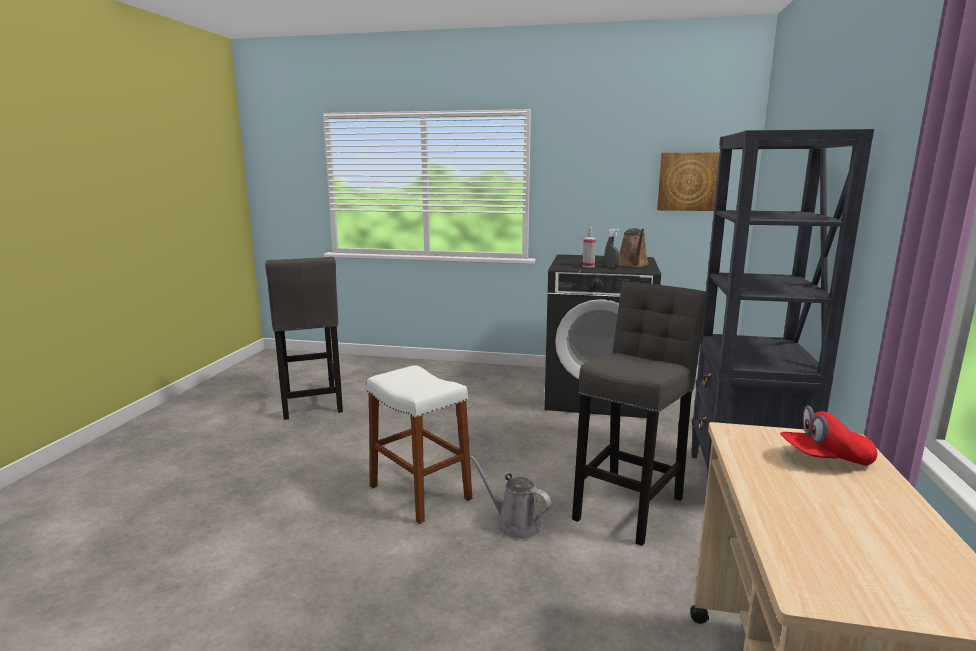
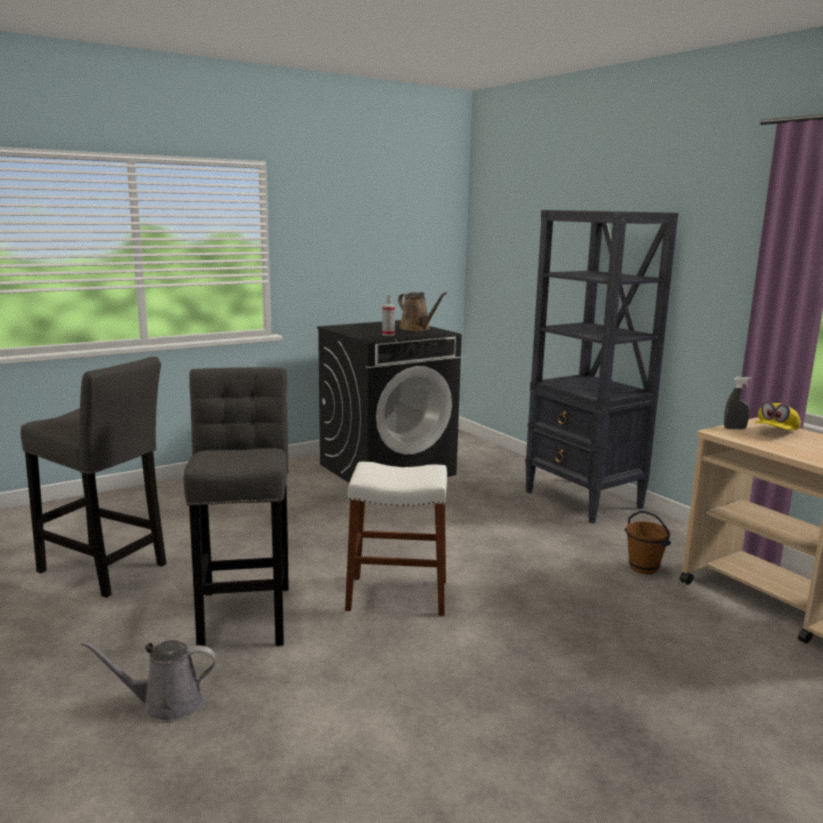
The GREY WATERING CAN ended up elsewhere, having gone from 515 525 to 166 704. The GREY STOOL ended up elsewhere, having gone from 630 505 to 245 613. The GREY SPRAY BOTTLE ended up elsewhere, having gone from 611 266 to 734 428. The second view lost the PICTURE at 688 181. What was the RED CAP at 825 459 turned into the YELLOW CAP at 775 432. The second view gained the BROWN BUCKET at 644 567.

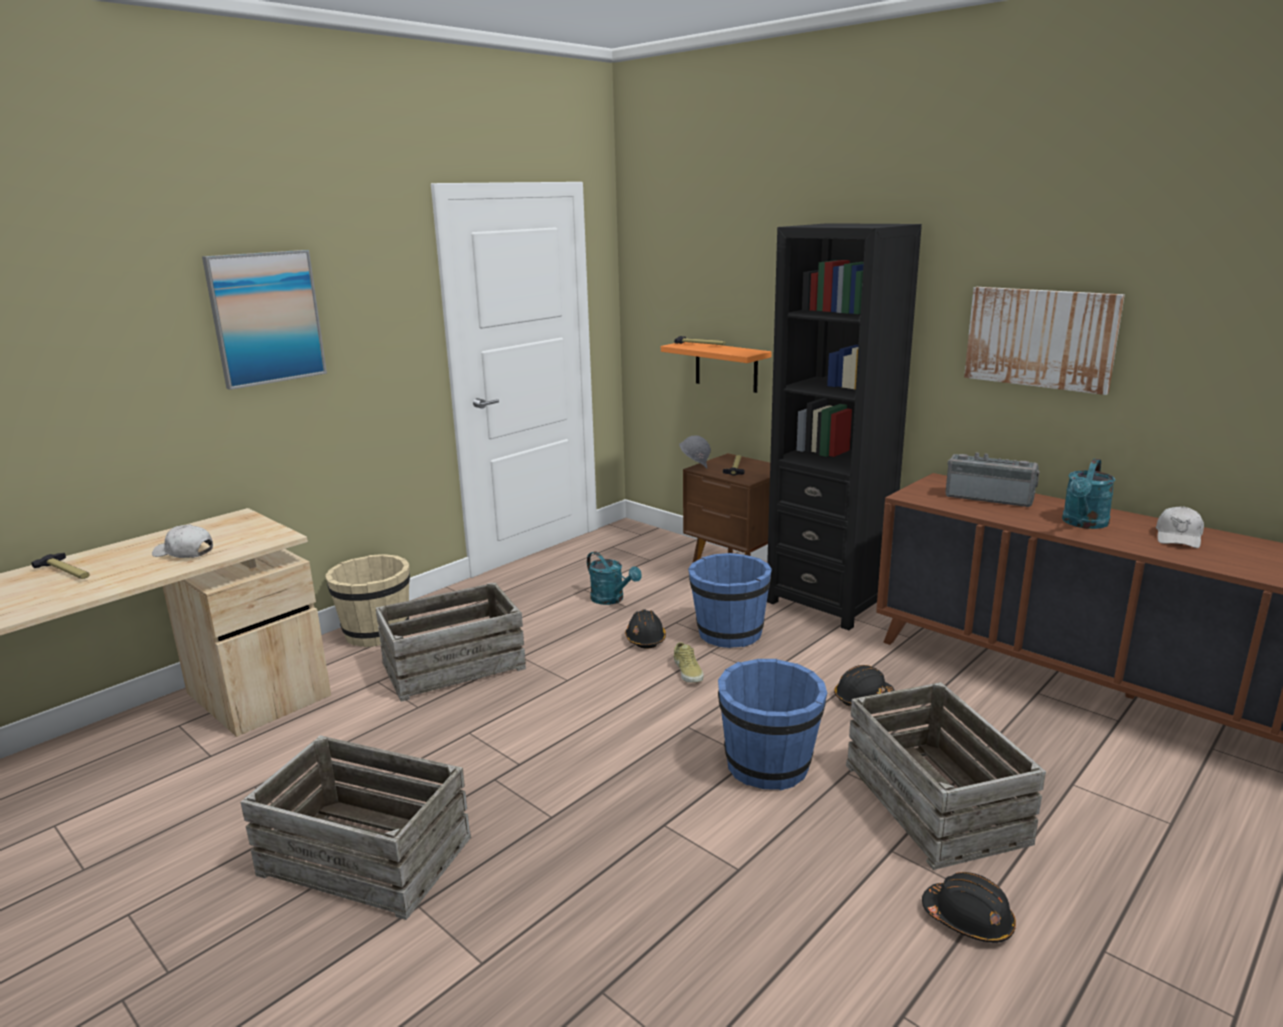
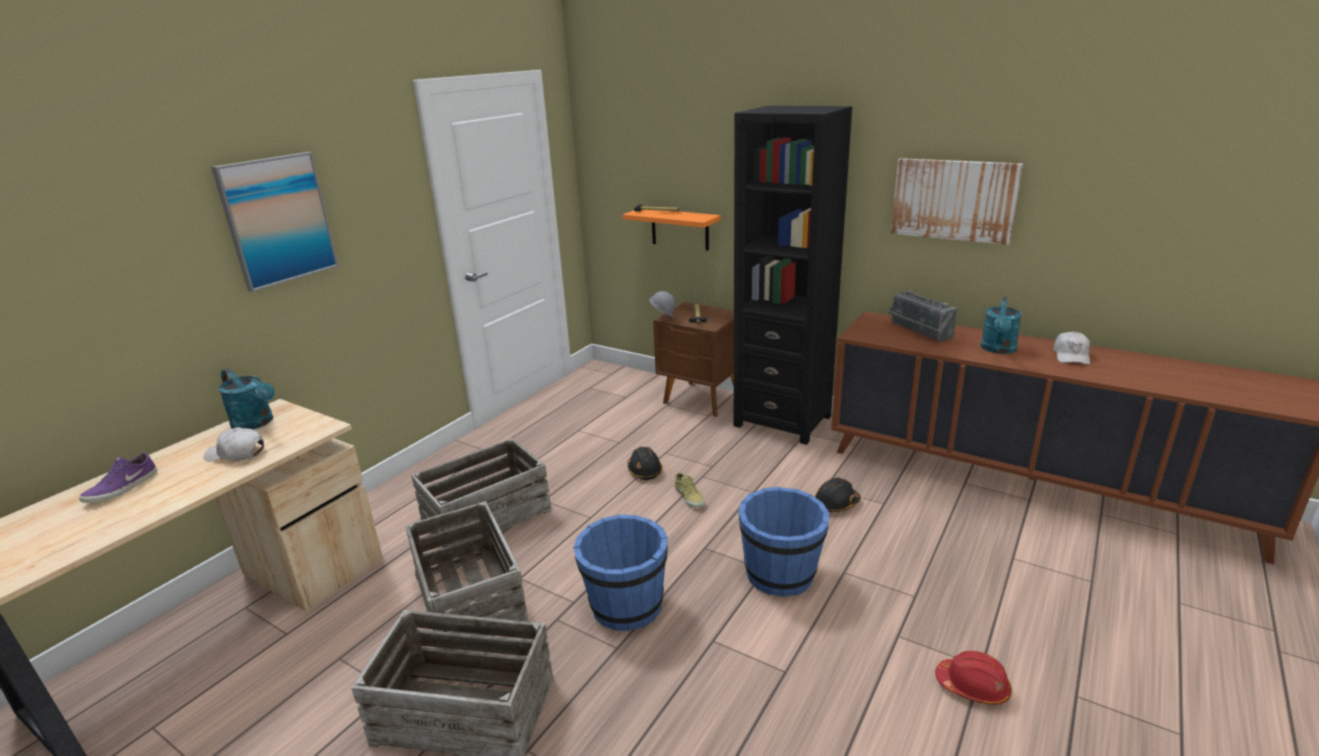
Where the HAMMER stood at 67 572, the PURPLE SHOE came to stand at 122 488. The second view lost the BEIGE BUCKET at 376 633. The TURQUOISE WATERING CAN ended up elsewhere, having gone from 612 599 to 256 423. The BLUE BUCKET ended up elsewhere, having gone from 729 633 to 625 606. The CRATE ended up elsewhere, having gone from 935 802 to 471 597. What was the BLACK HARD HAT at 968 919 turned into the RED HARD HAT at 973 686. The RADIO at 989 497 ended up facing another way, 135 degrees counterclockwise from before.

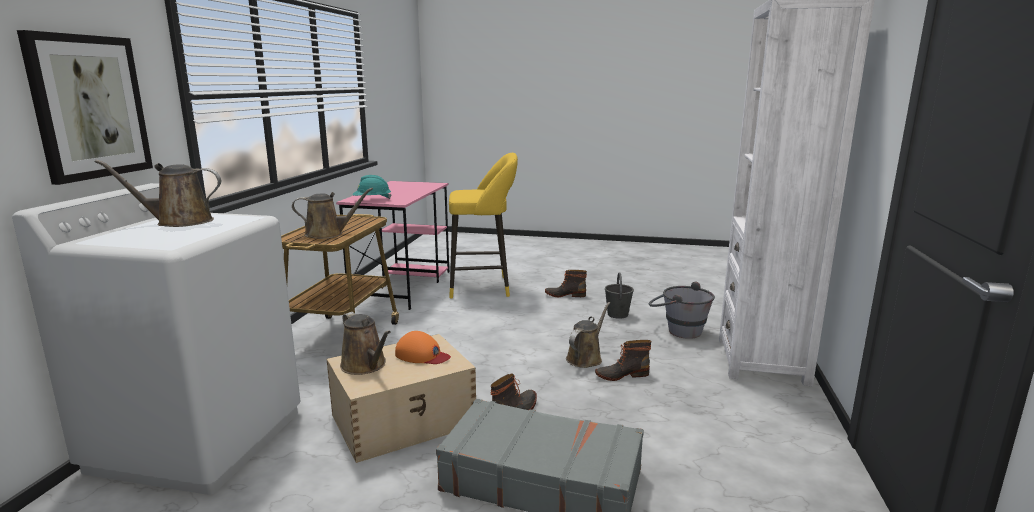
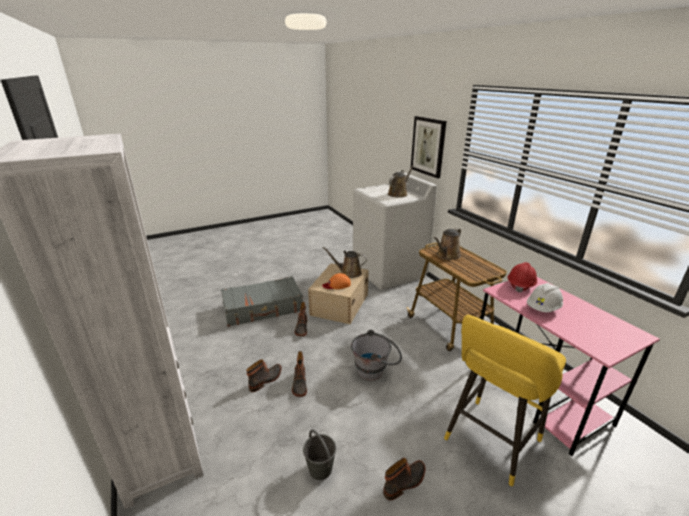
What was the TURQUOISE HARD HAT at 372 200 turned into the RED HARD HAT at 520 285. Where the BROWN WATERING CAN stood at 585 358, the BOOT came to stand at 299 384. The GREY BUCKET ended up elsewhere, having gone from 677 330 to 376 370. The second view gained the WHITE HARD HAT at 543 308.

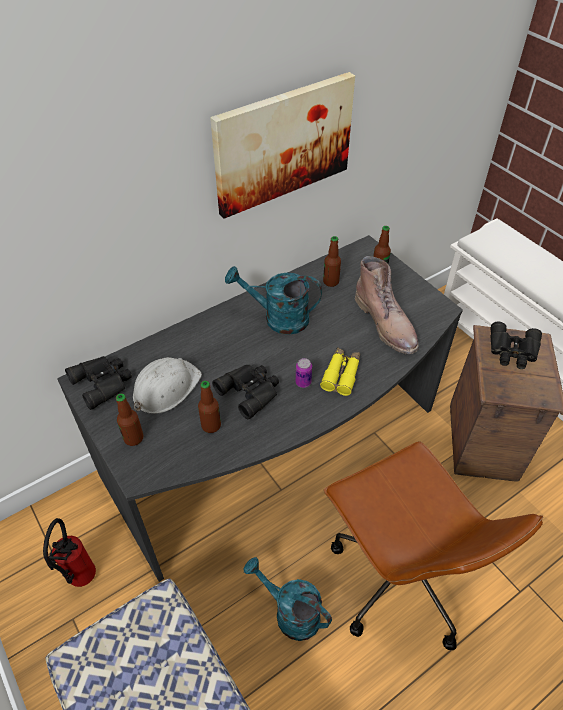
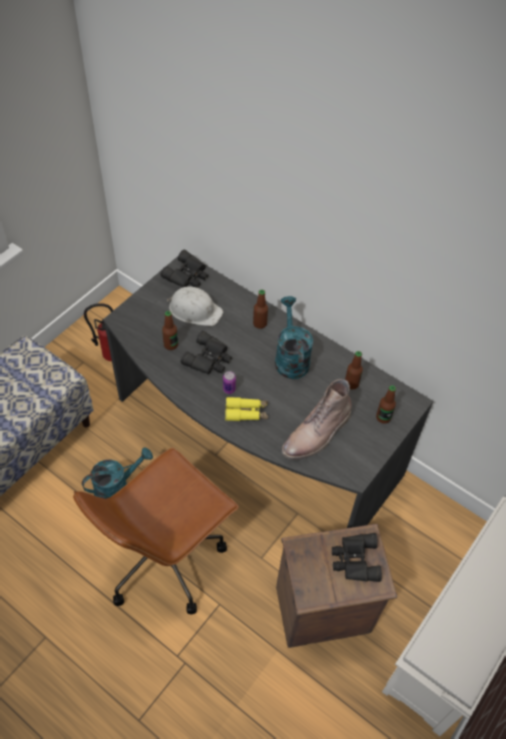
The BOTTLE ended up elsewhere, having gone from 133 438 to 260 324. The second view lost the PICTURE at 283 143. The TURQUOISE WATERING CAN at 290 612 ended up facing another way, 45 degrees clockwise from before.

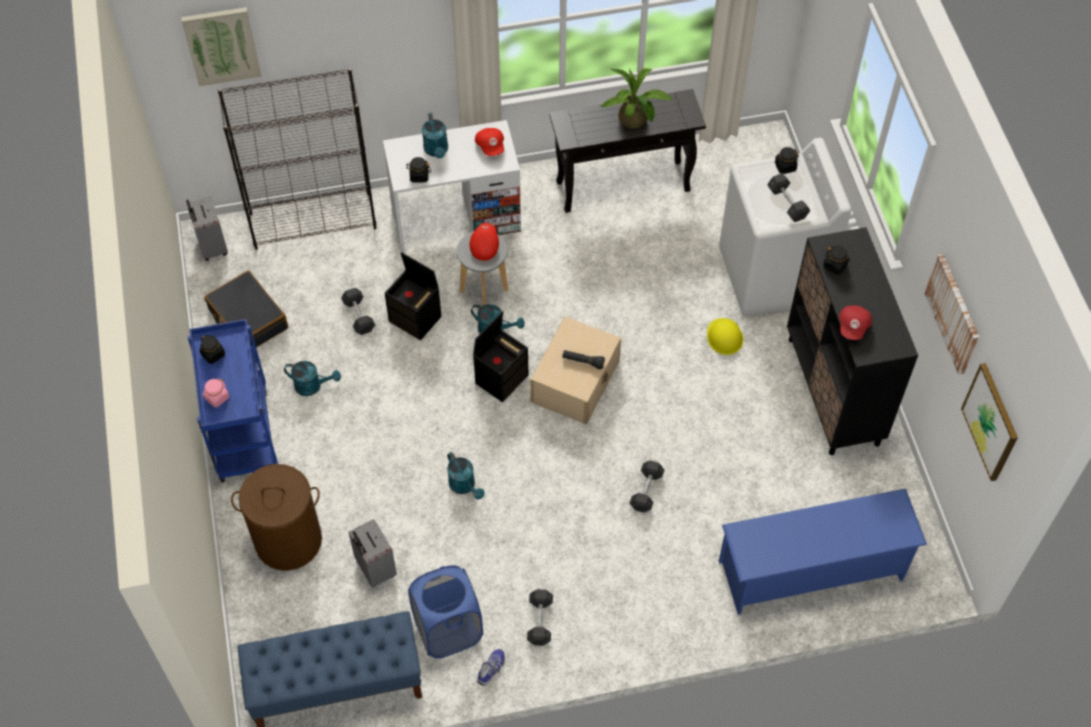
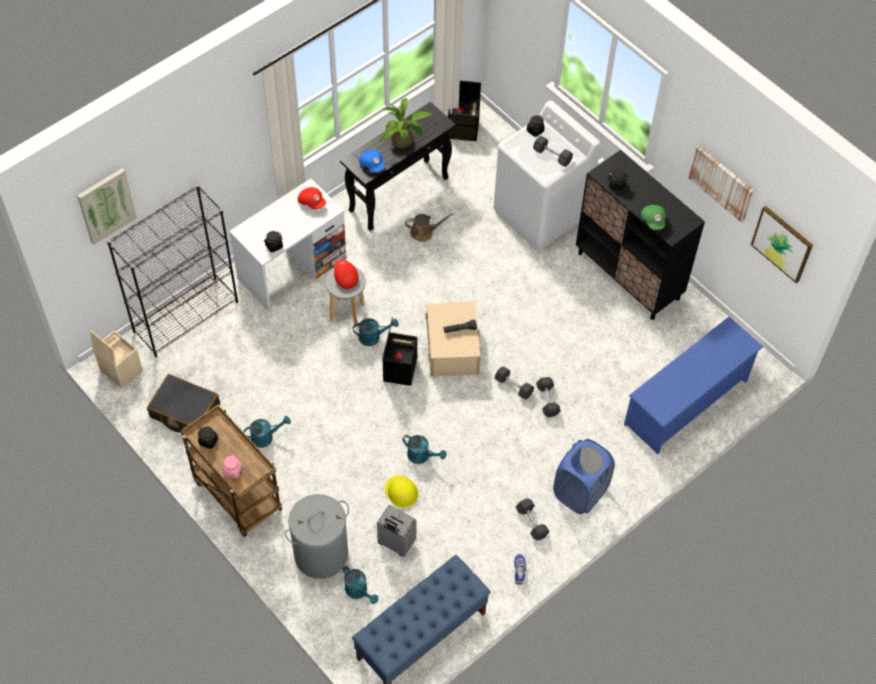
Where the GREY SUITCASE stood at 211 247, the BEIGE STORAGE BOX came to stand at 120 370. What was the BLUE CART at 242 433 turned into the BROWN CART at 236 494. What was the BROWN LAUNDRY BASKET at 288 540 turned into the GREY LAUNDRY BASKET at 321 553. The GREY DUMBBELL ended up elsewhere, having gone from 359 316 to 513 386. The BLACK STORAGE BOX ended up elsewhere, having gone from 416 319 to 463 129. The BLUE LAUNDRY BASKET ended up elsewhere, having gone from 448 630 to 580 492. The TURQUOISE WATERING CAN ended up elsewhere, having gone from 437 151 to 359 591. The YELLOW HARD HAT ended up elsewhere, having gone from 724 336 to 401 491. What was the RED CAP at 853 327 turned into the GREEN CAP at 653 220. The second view gained the BLUE CAP at 372 164. The second view gained the BROWN WATERING CAN at 424 232.

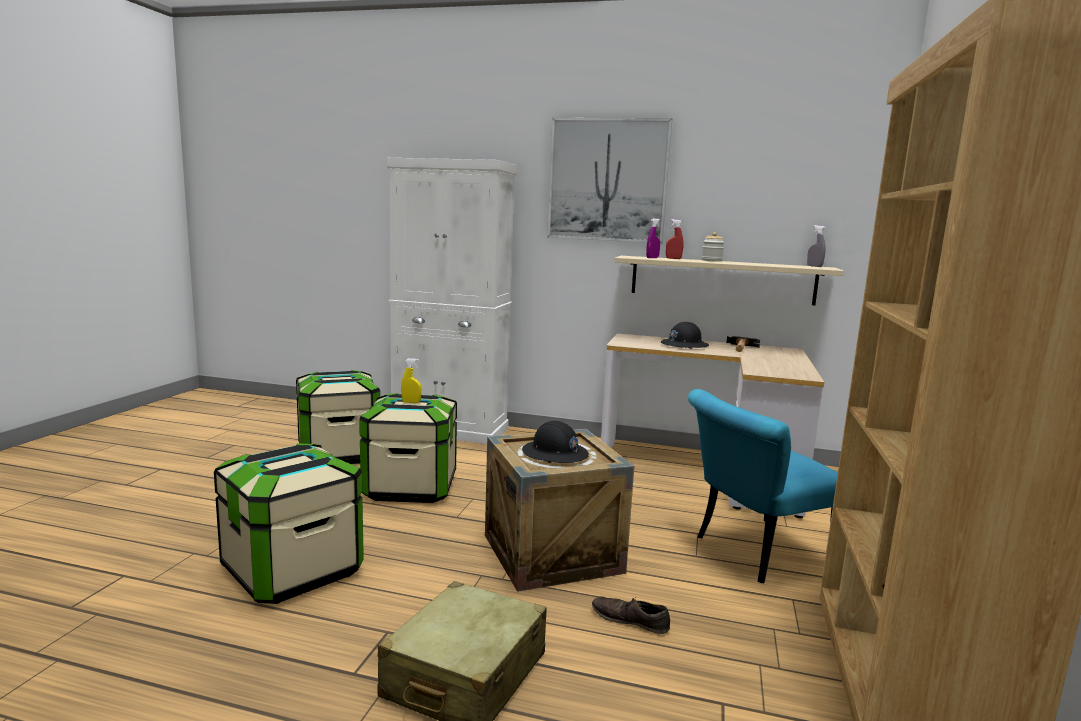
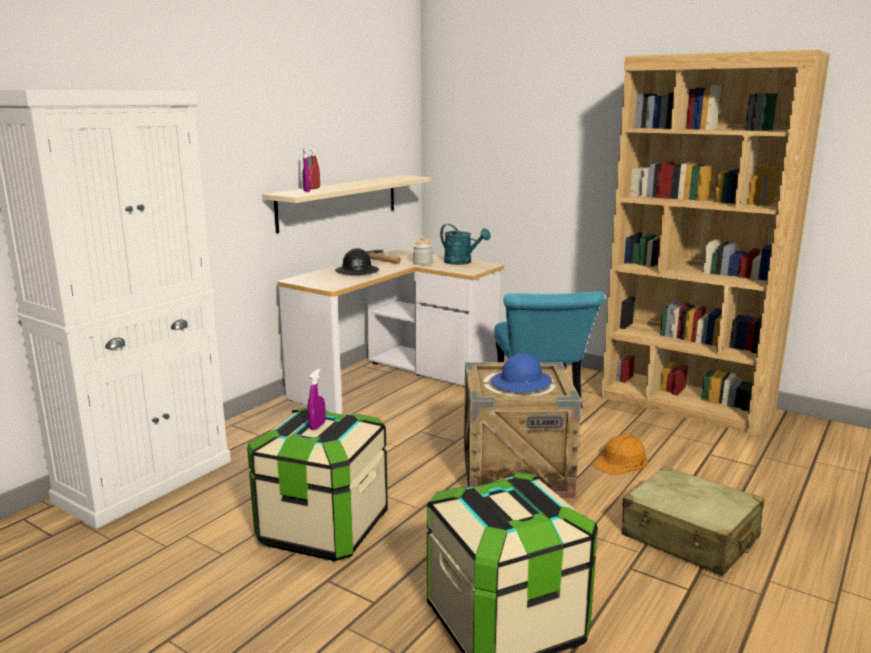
The second view lost the STORAGE BOX at 339 454. What was the YELLOW SPRAY BOTTLE at 411 402 turned into the PURPLE SPRAY BOTTLE at 317 426. What was the BLACK HARD HAT at 555 454 turned into the BLUE HARD HAT at 521 383. The second view lost the PICTURE at 608 180. Where the BROWN SHOE stood at 630 620, the ORANGE HARD HAT came to stand at 621 461. The JAR ended up elsewhere, having gone from 711 260 to 422 263. The second view lost the GREY SPRAY BOTTLE at 814 266. The second view gained the TURQUOISE WATERING CAN at 462 262.

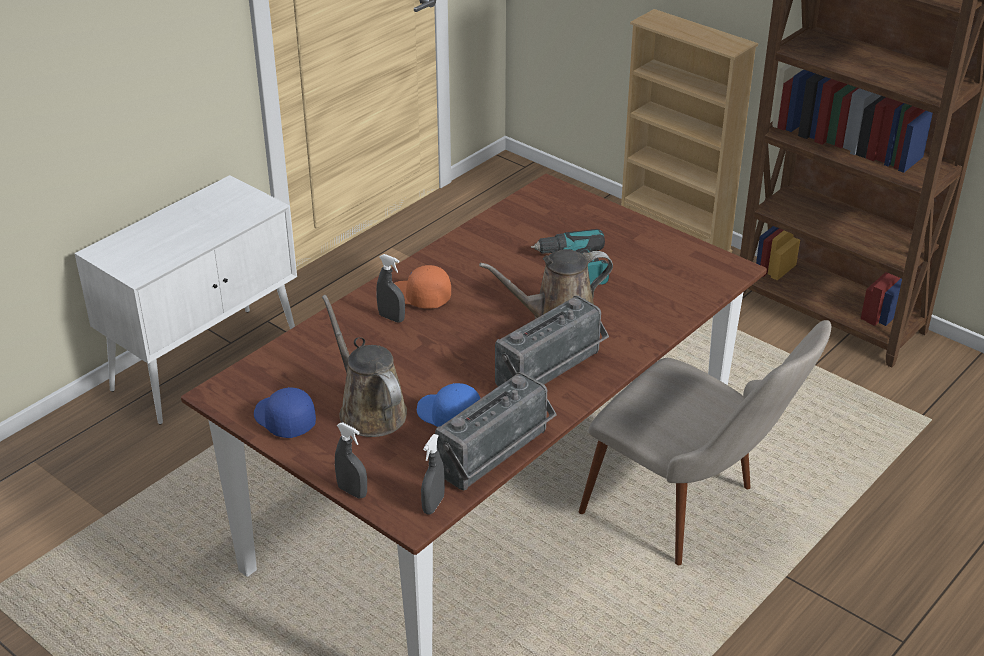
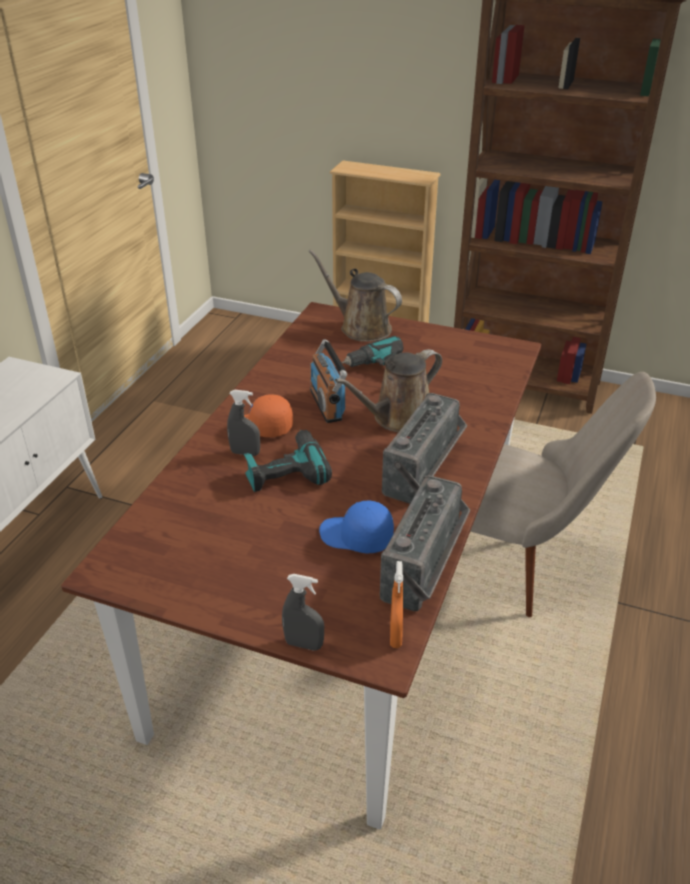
The second view lost the BLUE CAP at 283 420. The BROWN WATERING CAN ended up elsewhere, having gone from 369 410 to 361 327. What was the GREY SPRAY BOTTLE at 433 505 turned into the ORANGE SPRAY BOTTLE at 395 635. The second view gained the POWER DRILL at 285 470. The second view gained the RADIO at 327 404.

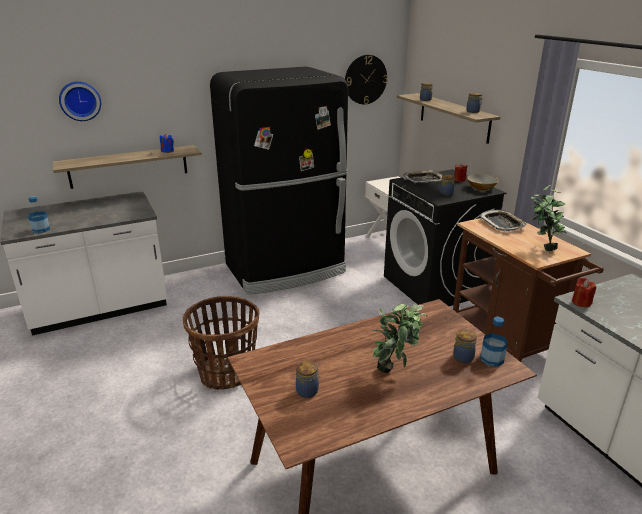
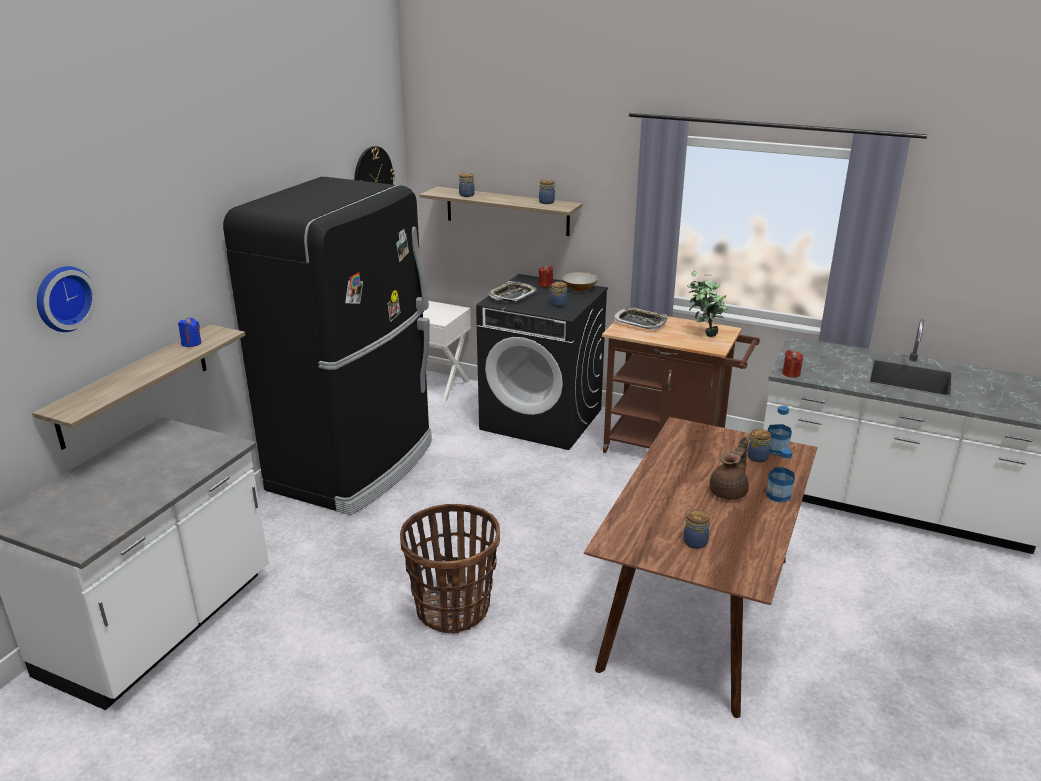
The BOTTLE ended up elsewhere, having gone from 41 230 to 778 495. Where the POTTED PLANT stood at 395 370, the BROWN TEAPOT came to stand at 729 492.

